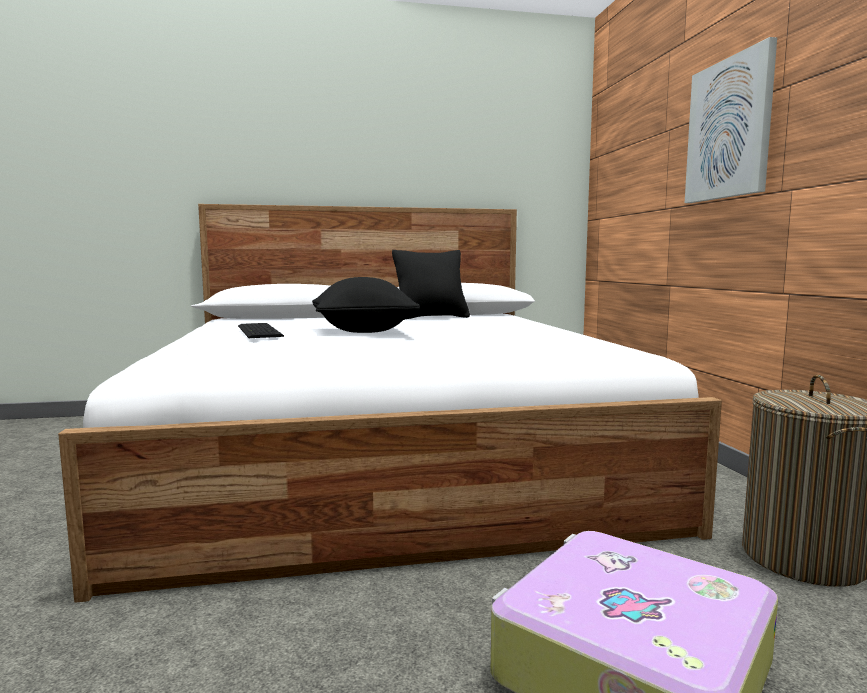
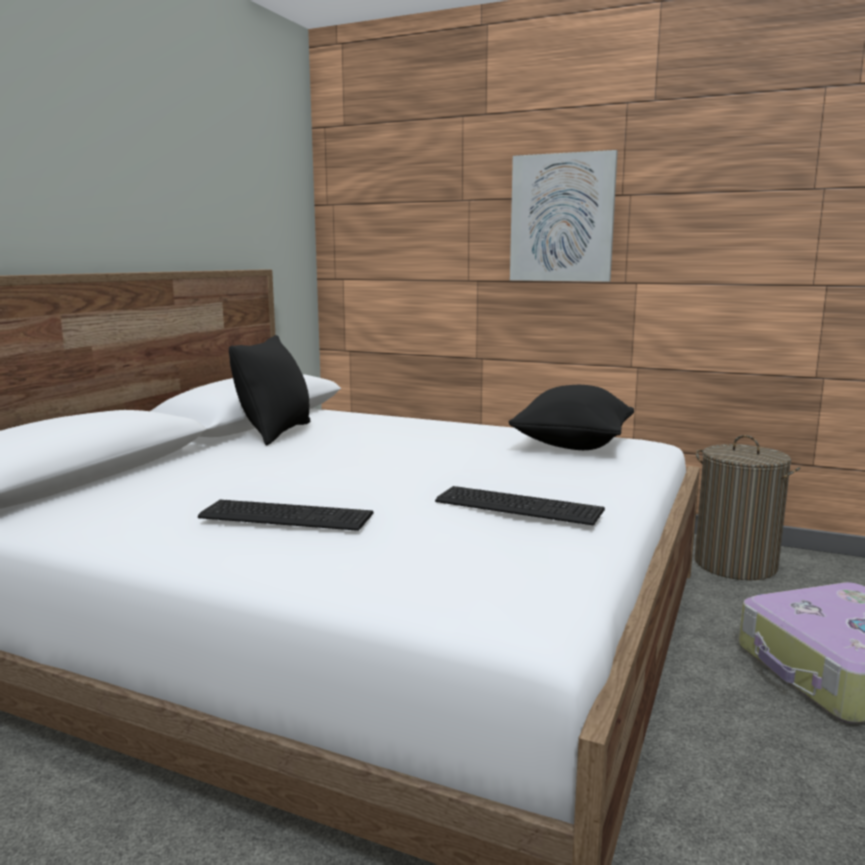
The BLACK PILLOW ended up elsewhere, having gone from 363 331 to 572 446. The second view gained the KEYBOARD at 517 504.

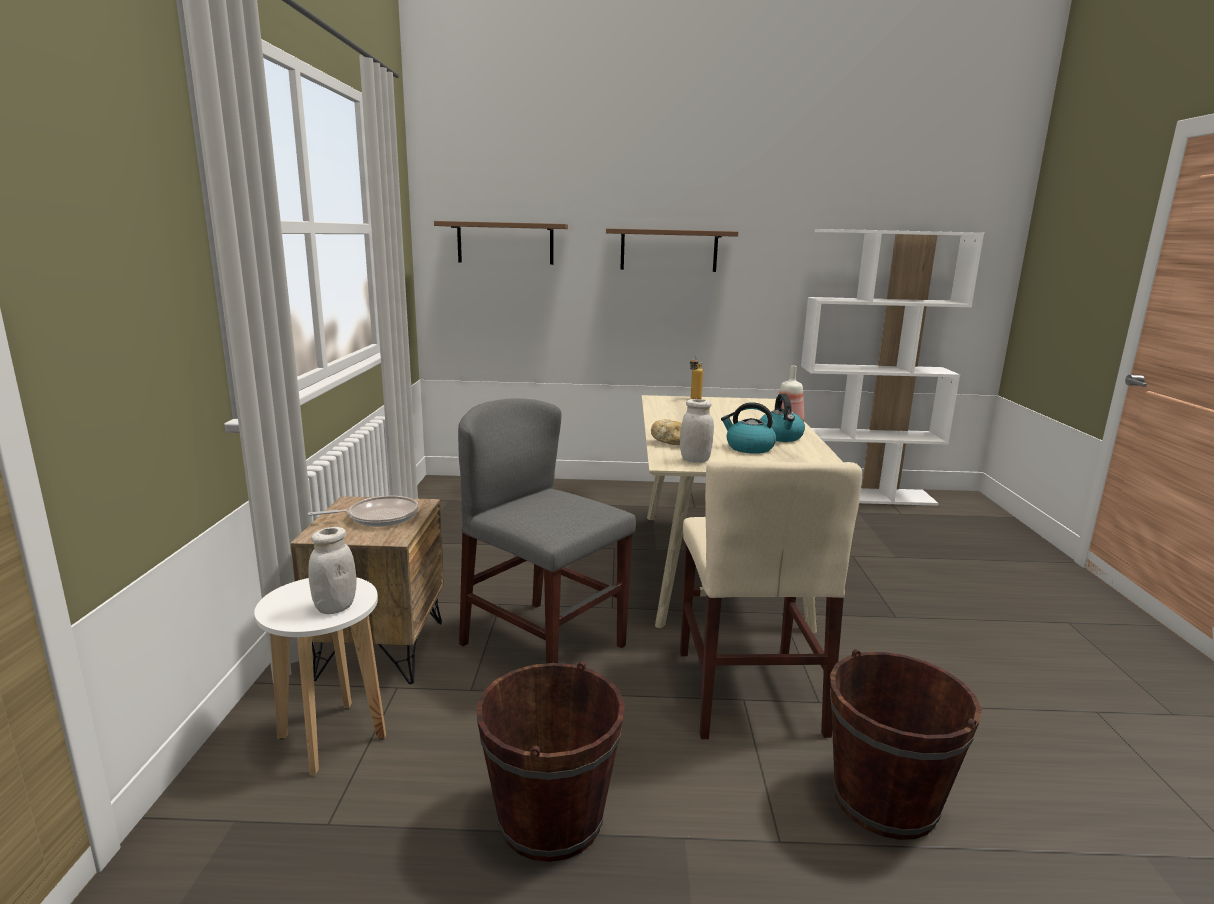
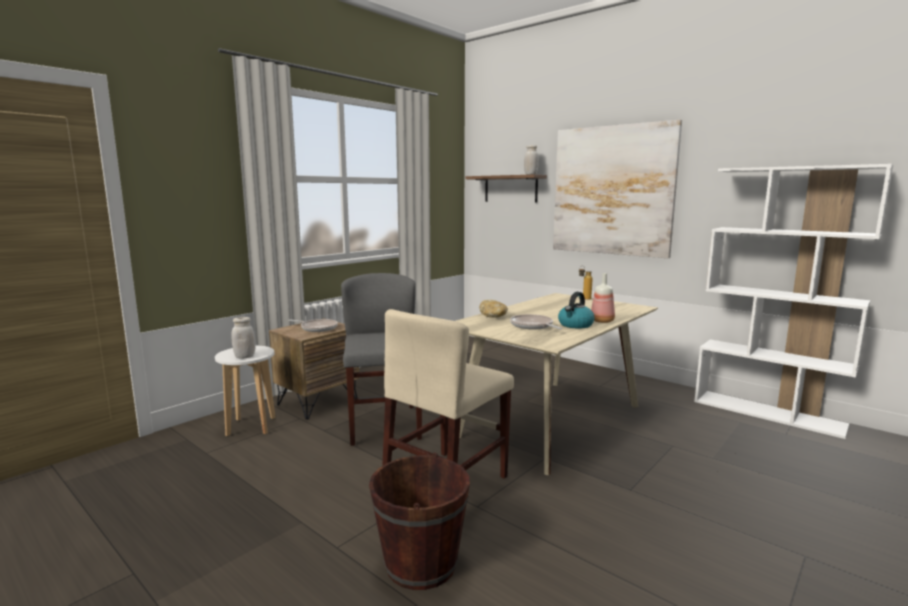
The second view lost the BROWN BUCKET at 550 819. Where the BROWN SHELF hung at 669 250, the PICTURE came to hang at 612 191. The WHITE JAR ended up elsewhere, having gone from 695 460 to 530 174. Where the KETTLE stood at 749 448, the FRYING PAN came to stand at 533 326.

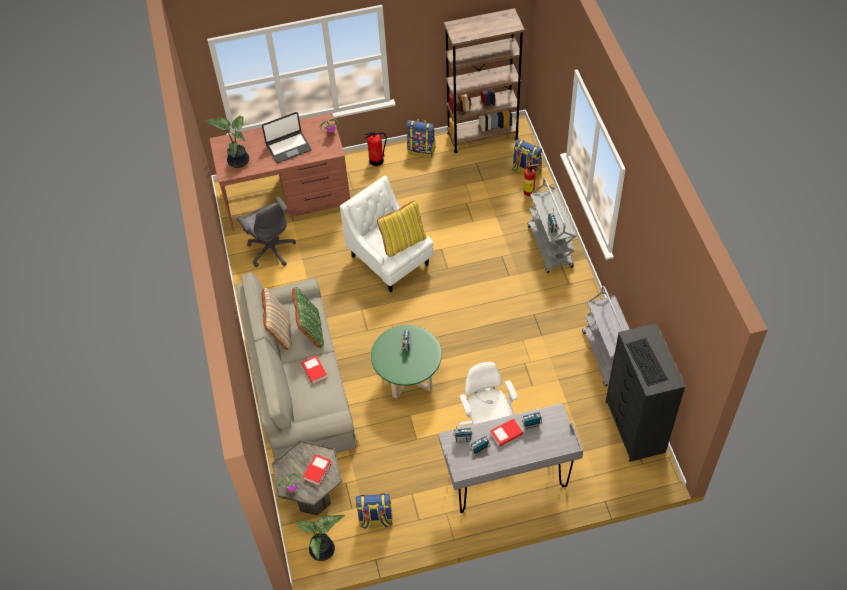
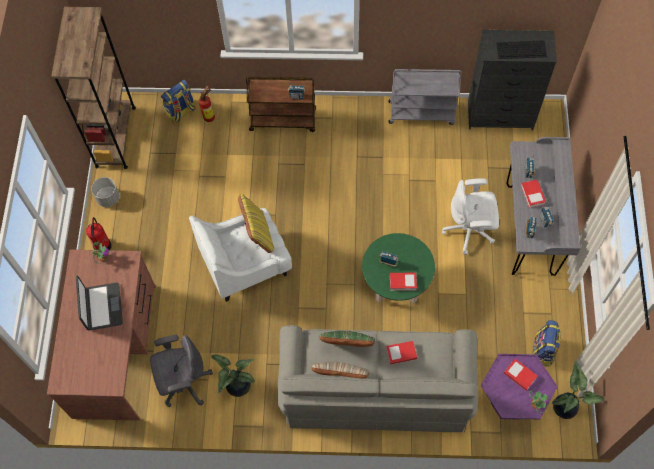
The POTTED PLANT ended up elsewhere, having gone from 237 160 to 236 386. What was the GREY SIDE TABLE at 313 499 turned into the PURPLE SIDE TABLE at 509 403. Where the BACKPACK stood at 422 150, the GREY PLANTER came to stand at 108 198. What was the GREY CART at 550 247 turned into the BROWN CART at 283 119. The second view gained the BOOK at 403 282.

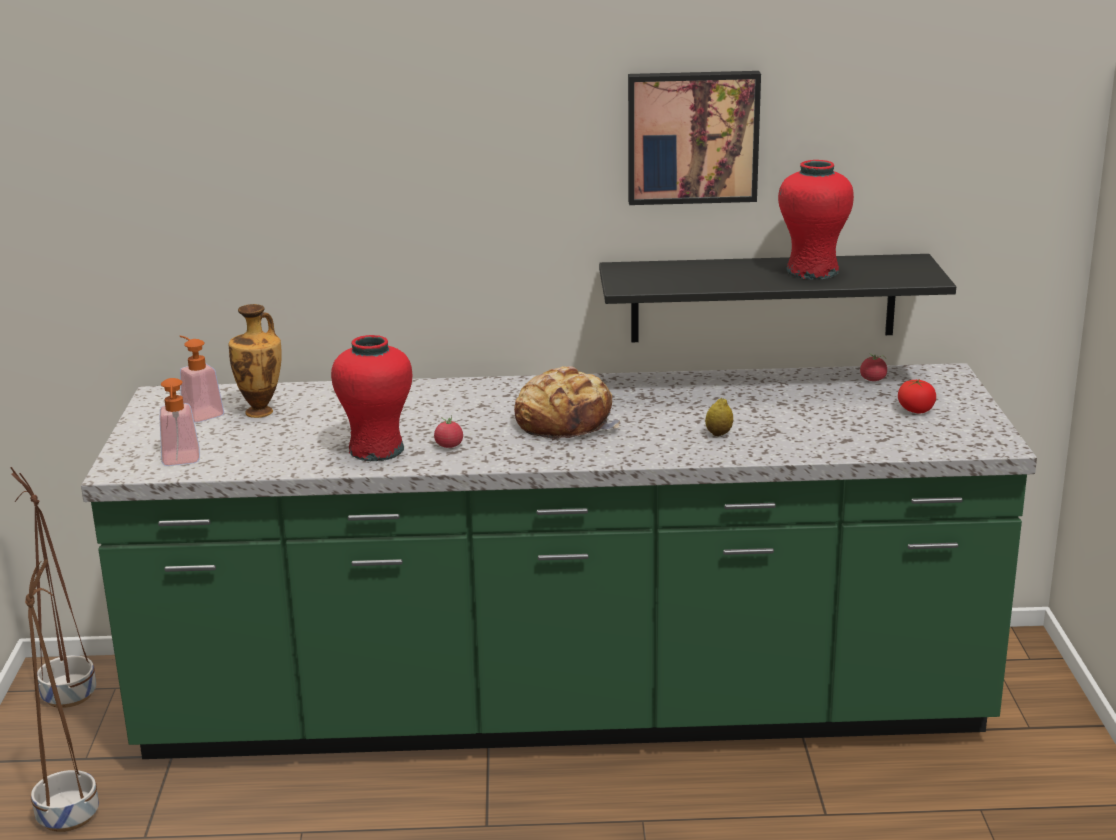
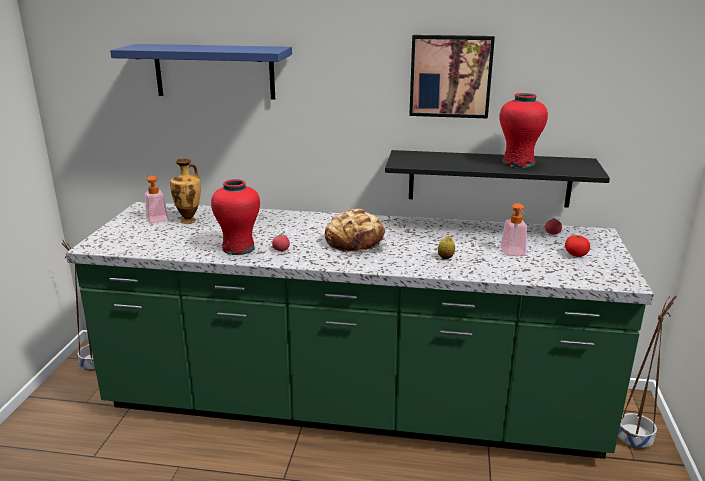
The BROWN PLANTER ended up elsewhere, having gone from 70 815 to 635 439. The SOAP DISPENSER ended up elsewhere, having gone from 181 462 to 514 254. The second view gained the BLUE SHELF at 214 71.

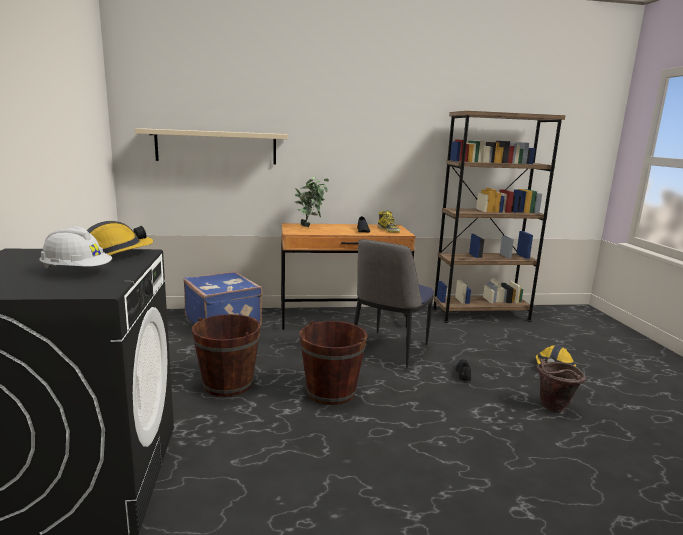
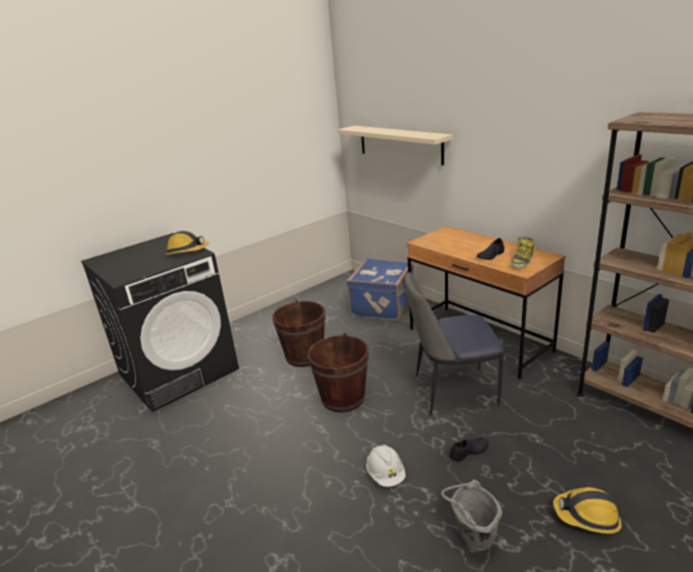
The WHITE HARD HAT ended up elsewhere, having gone from 77 272 to 386 475. The second view lost the POTTED PLANT at 310 226. What was the BROWN BUCKET at 552 408 turned into the GREY BUCKET at 472 540.

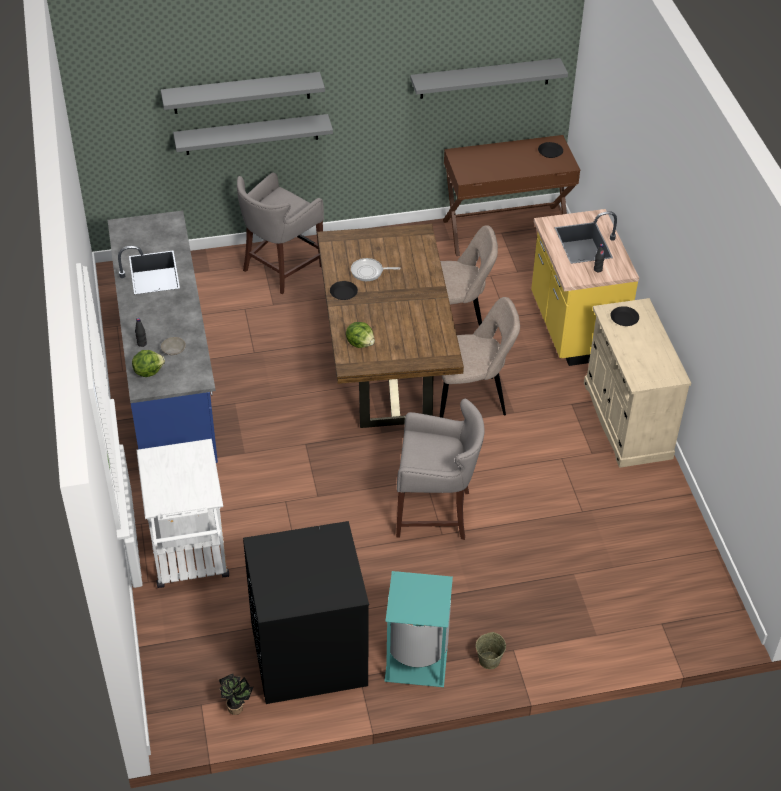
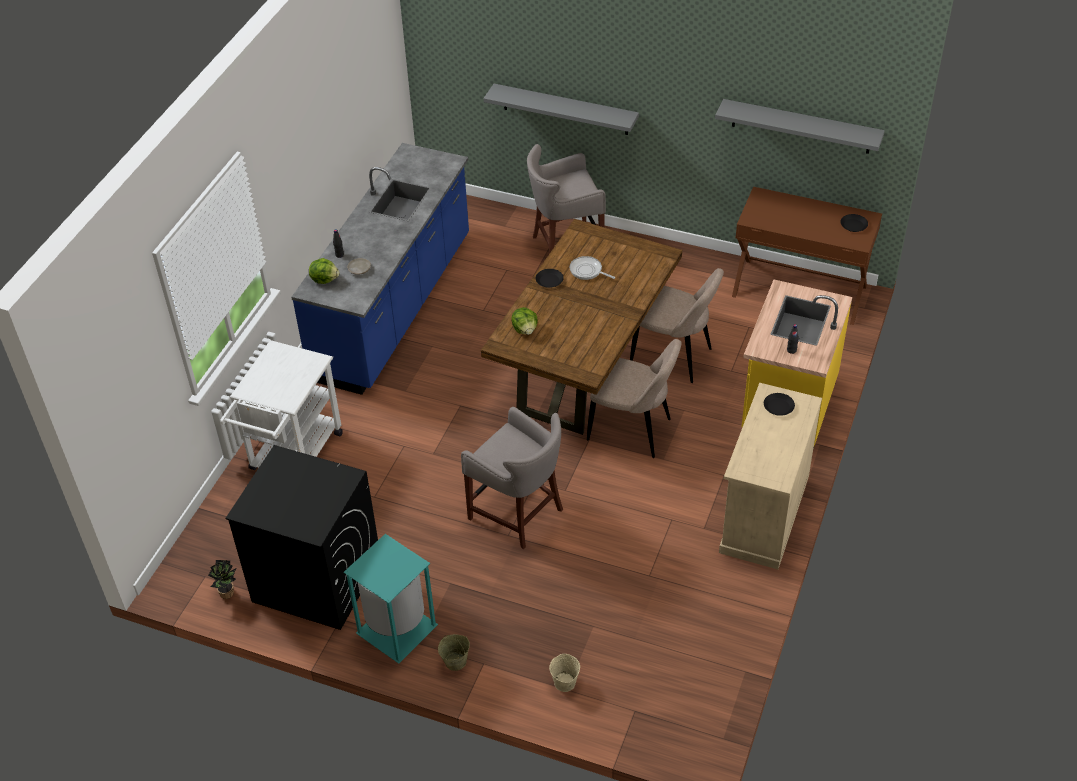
The second view lost the GREY SHELF at 241 93. The second view gained the BEIGE BUCKET at 565 683.

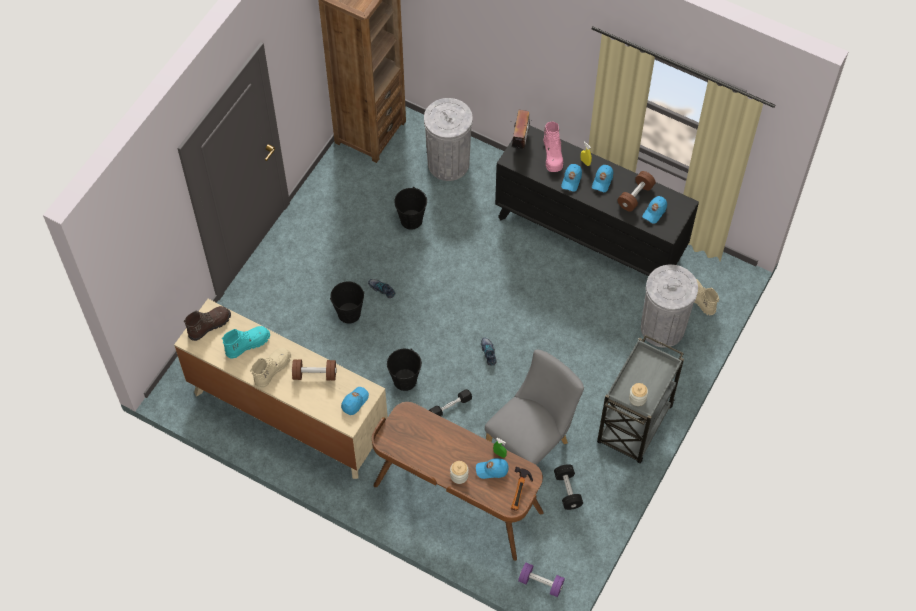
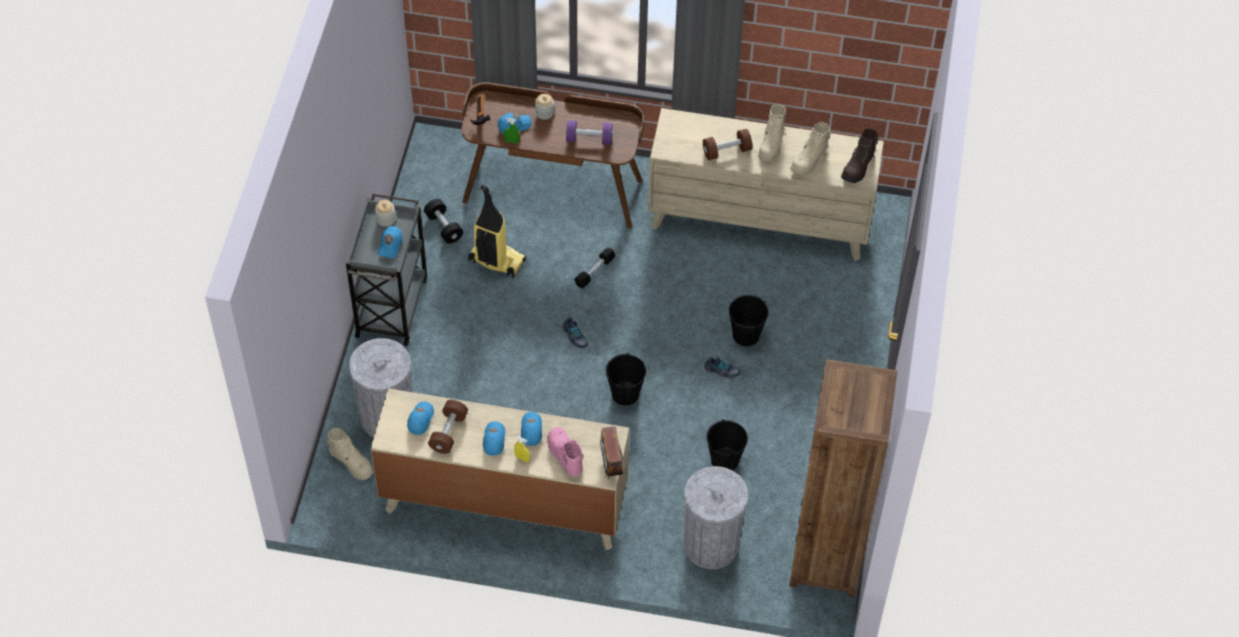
What was the TURQUOISE BOOT at 247 344 turned into the BEIGE BOOT at 810 160. The BLUE CAP ended up elsewhere, having gone from 354 402 to 390 245. The BLACK BUCKET ended up elsewhere, having gone from 404 380 to 625 393. Where the GREY CHAIR stood at 532 442, the VACUUM CLEANER came to stand at 496 261. What was the BLACK DRESSER at 590 236 turned into the BEIGE DRESSER at 503 502. The PURPLE DUMBBELL ended up elsewhere, having gone from 541 583 to 589 139.

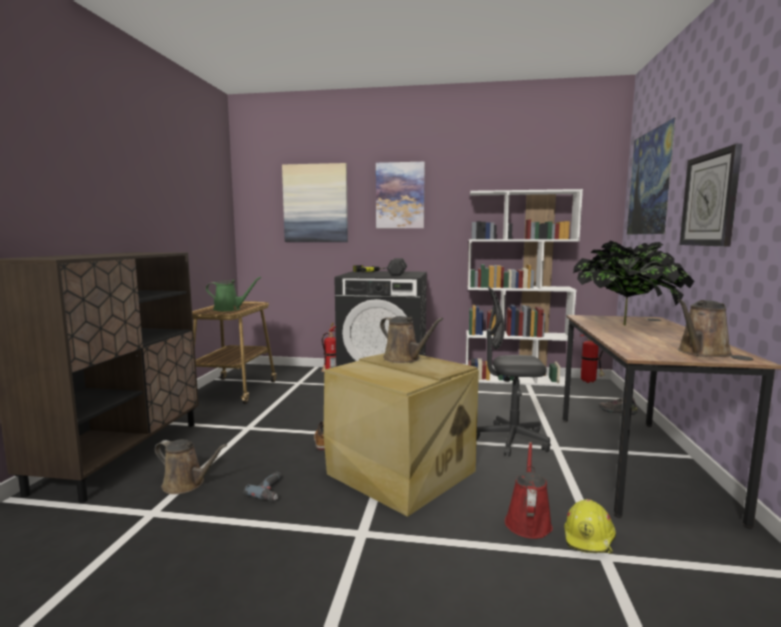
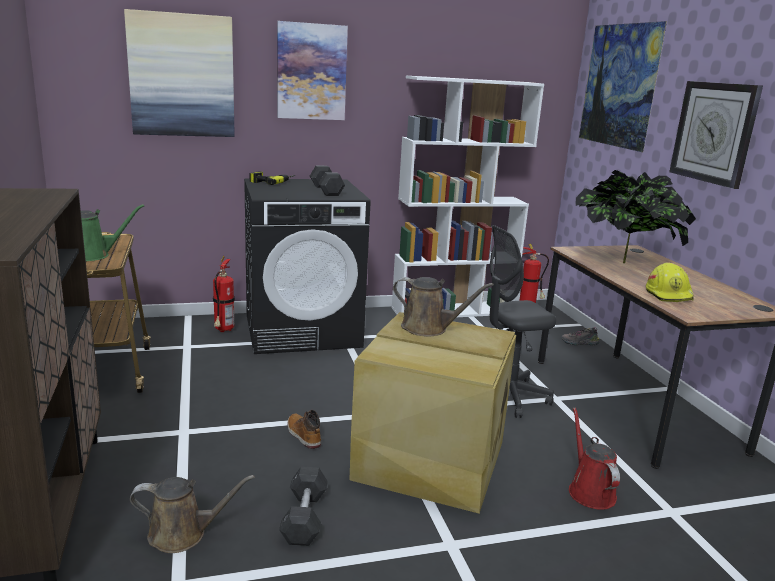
Where the POWER DRILL stood at 271 491, the GREY DUMBBELL came to stand at 304 517. The YELLOW HARD HAT ended up elsewhere, having gone from 589 538 to 669 294. The second view lost the BROWN WATERING CAN at 701 353.

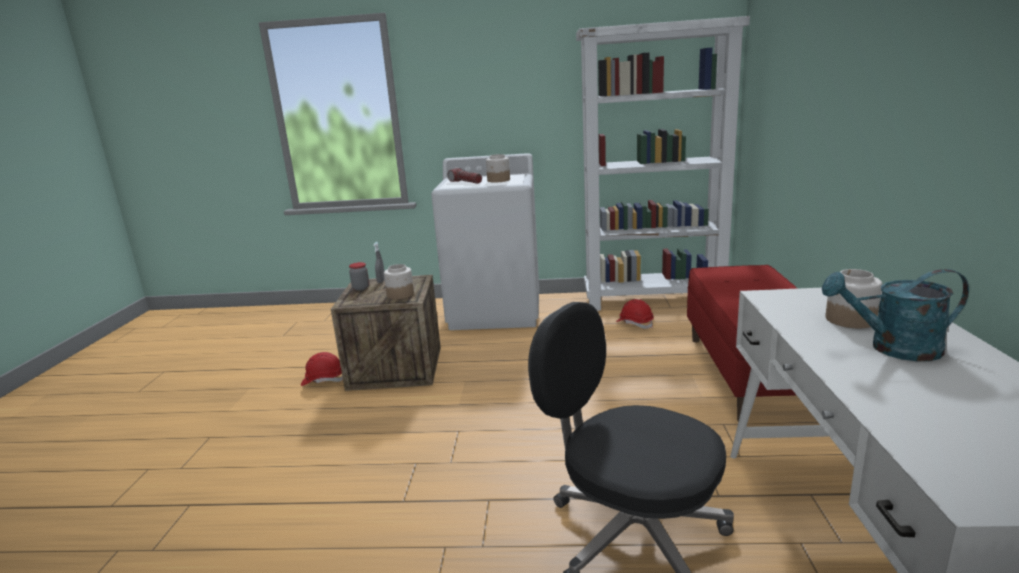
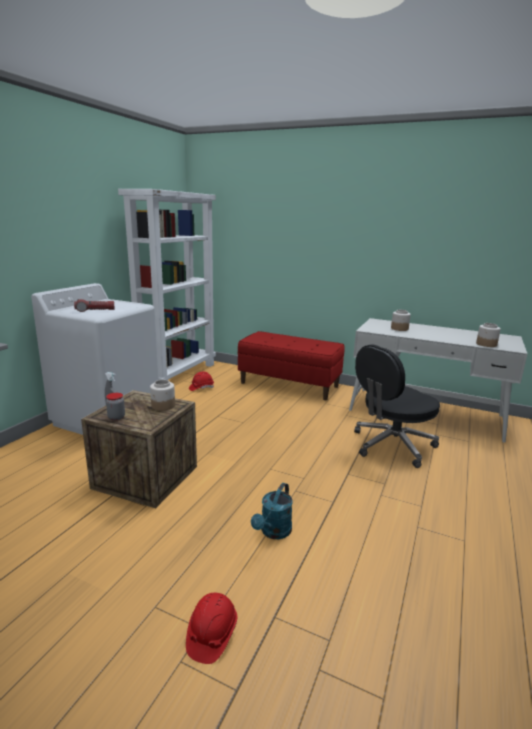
The RED HARD HAT ended up elsewhere, having gone from 323 380 to 211 635. The JAR ended up elsewhere, having gone from 498 180 to 486 344. The TURQUOISE WATERING CAN ended up elsewhere, having gone from 893 349 to 273 532.

